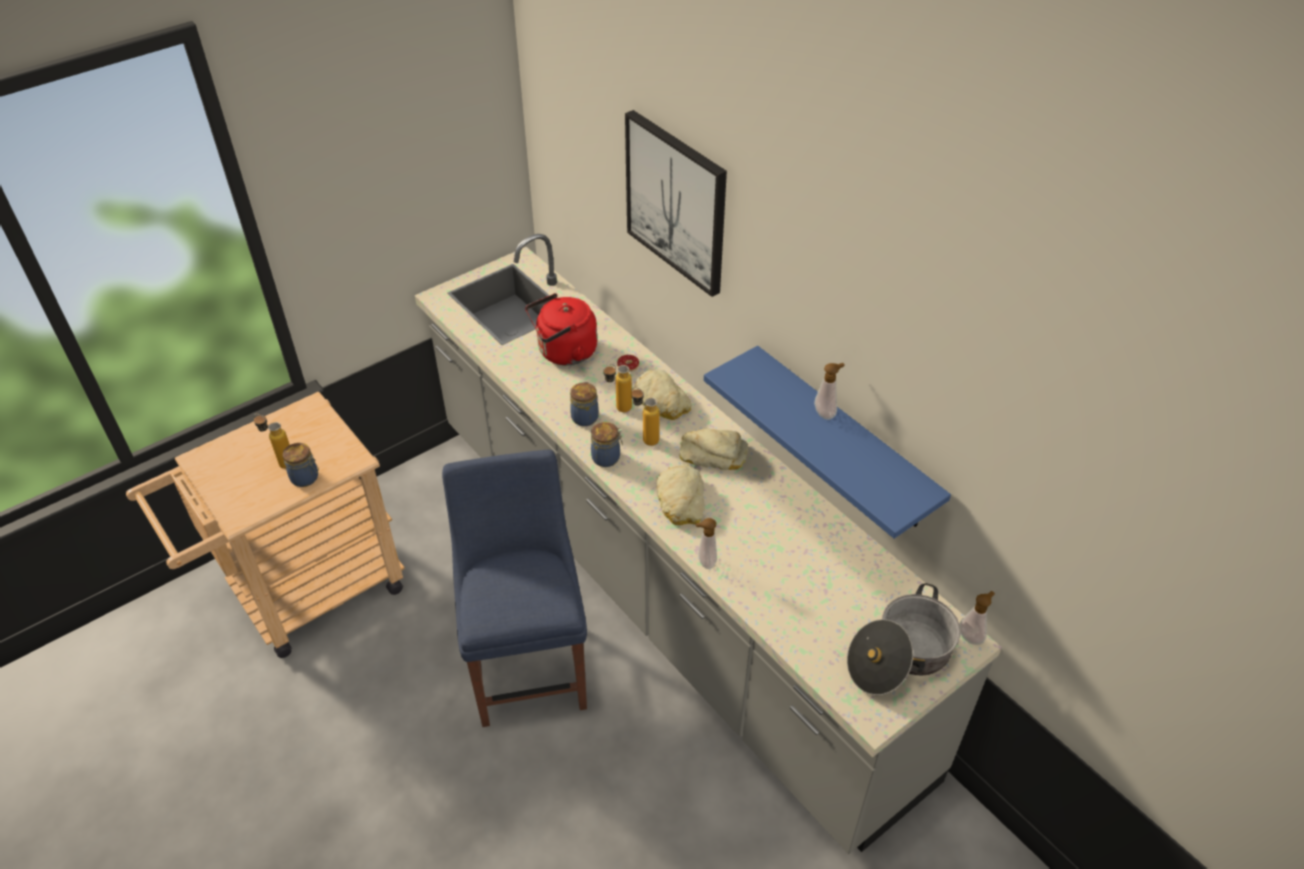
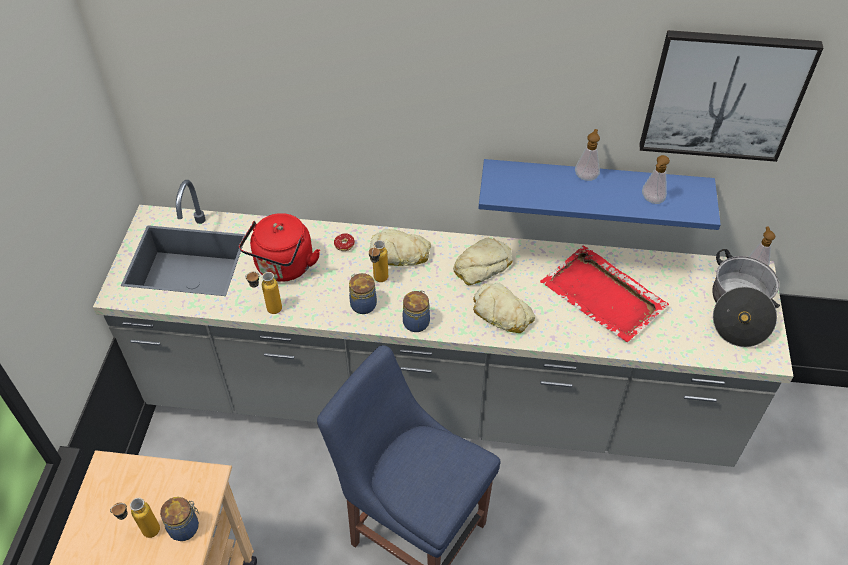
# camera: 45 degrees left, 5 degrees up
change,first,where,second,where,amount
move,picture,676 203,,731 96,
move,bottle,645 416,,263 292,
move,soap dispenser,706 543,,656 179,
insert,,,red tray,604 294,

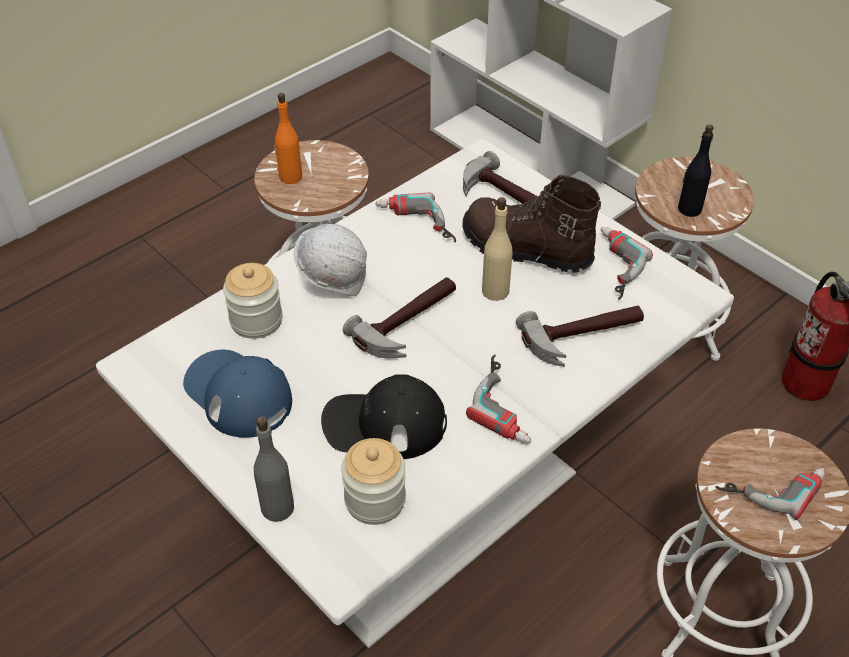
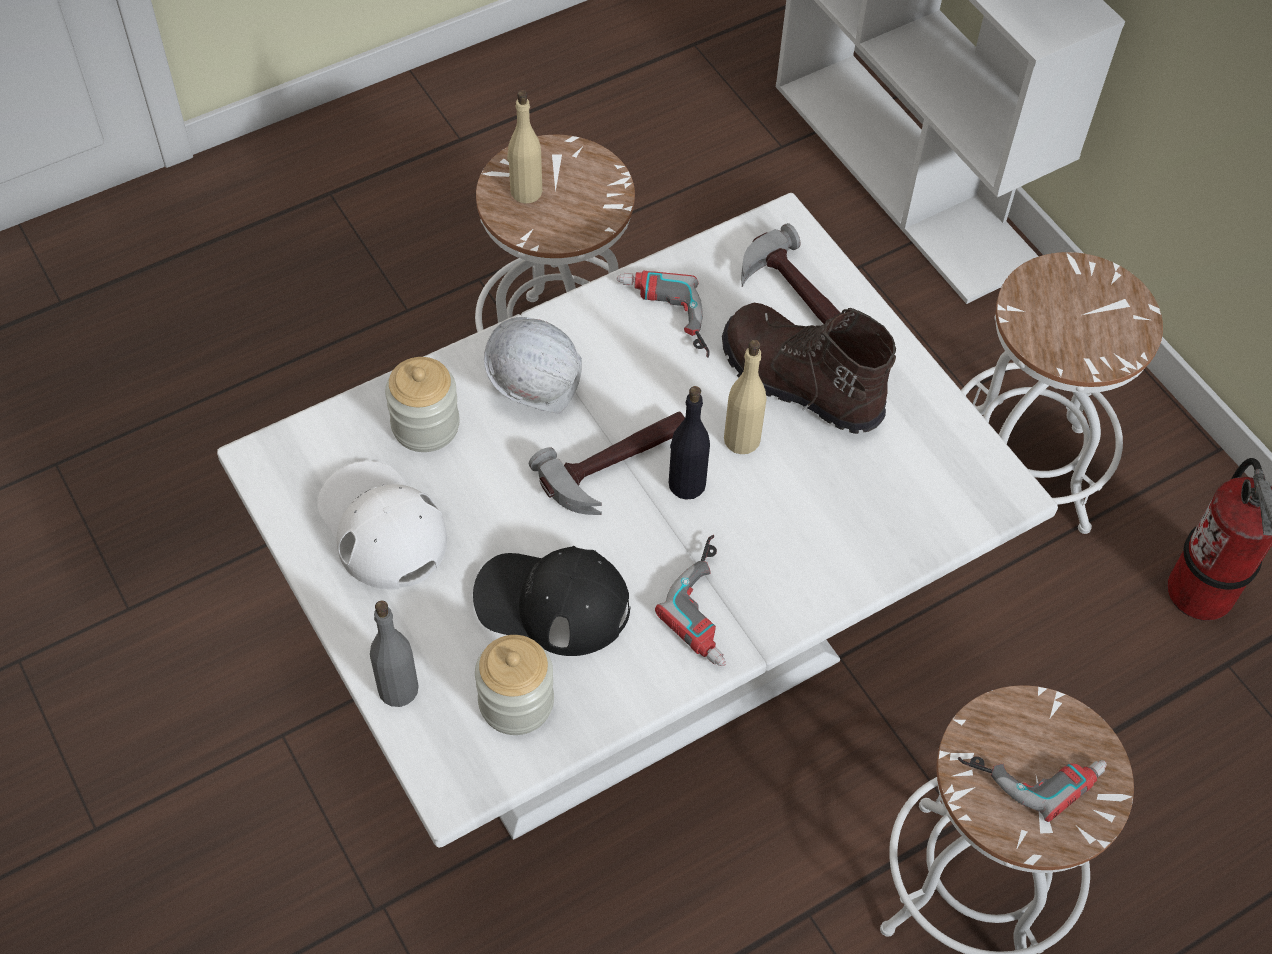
# camera: 10 degrees right, 10 degrees up
change,first,where,second,where,amount
recolor,blue cap,237 394,white cap,382 525,
recolor,orange bottle,288 138,beige bottle,524 147,
delete,hammer,580 336,,,
delete,power drill,627 263,,,
move,black bottle,696 170,,689 443,

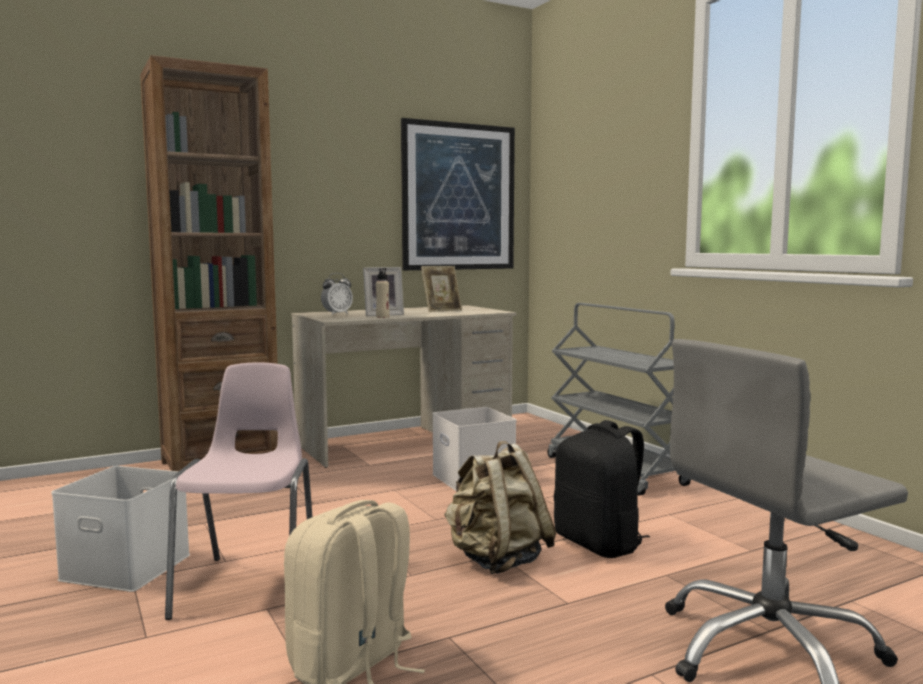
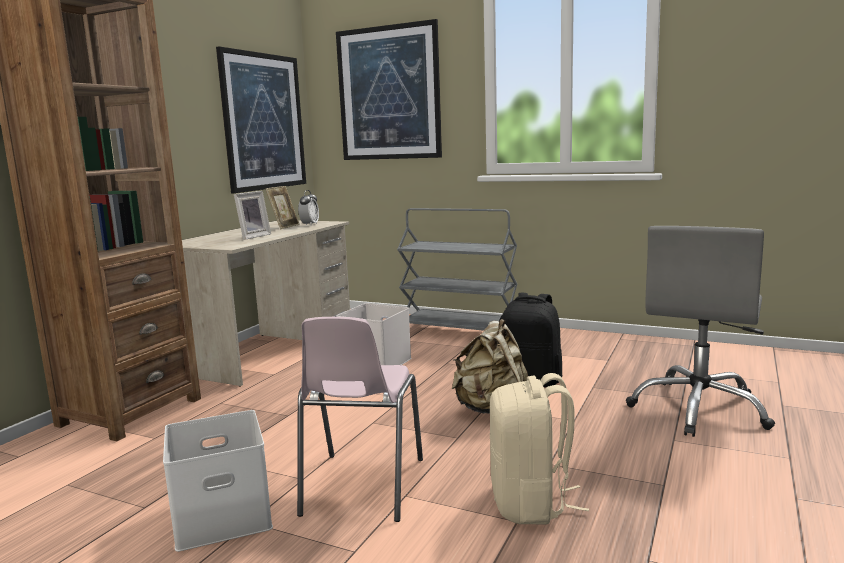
# camera: 35 degrees left, 5 degrees up
change,first,where,second,where,amount
rotate,pink chair,238 491,,360 419,135 degrees counterclockwise
move,alarm clock,337 294,,308 207,
delete,beige bottle,383 293,,,
insert,,,picture,389 89,

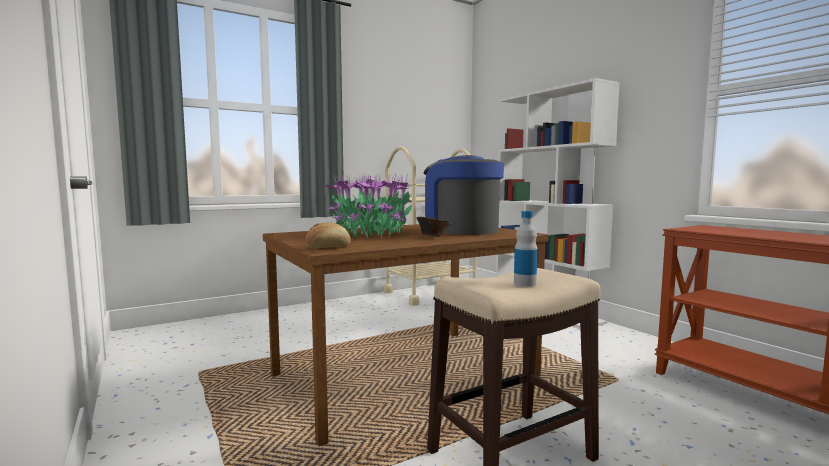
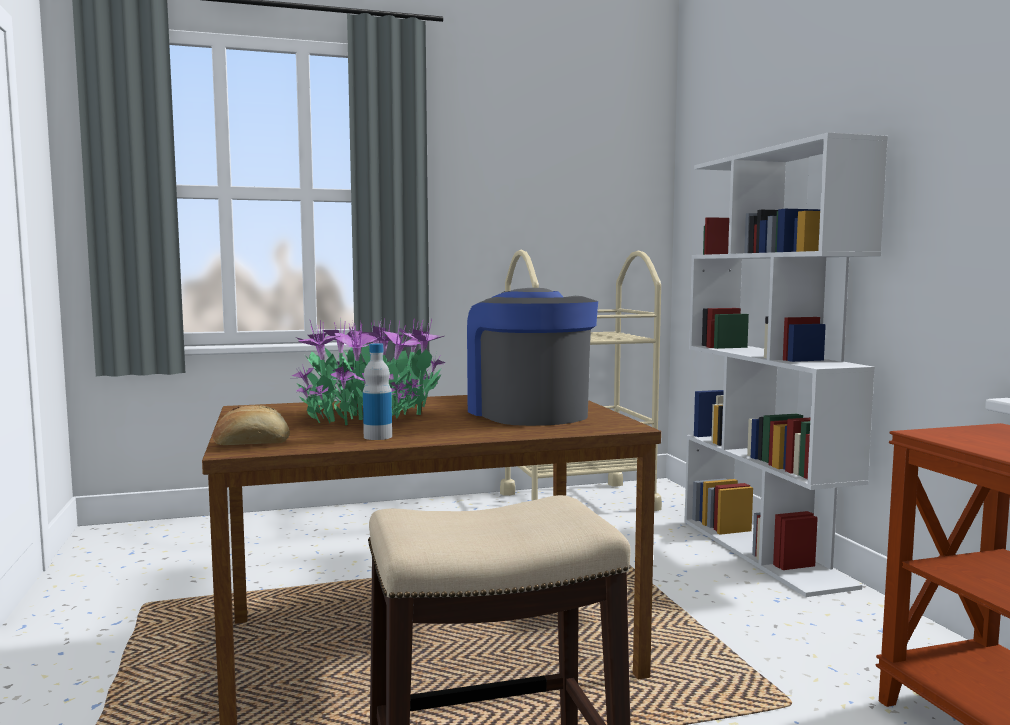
# camera: 15 degrees right, 0 degrees up
change,first,where,second,where,amount
delete,brown bowl,434 227,,,
move,bottle,526 249,,377 391,

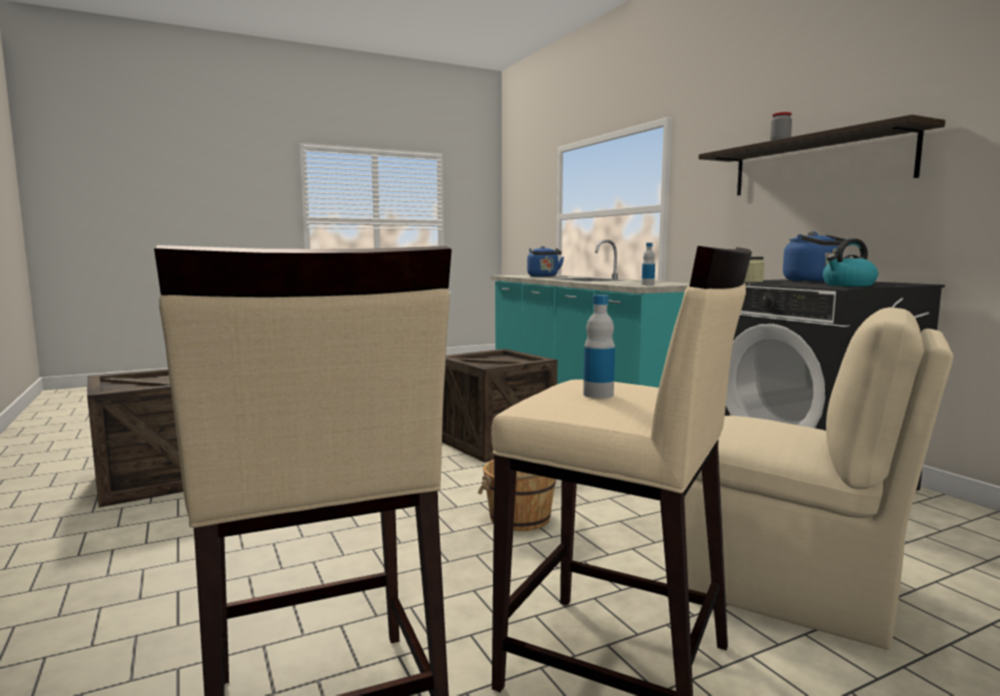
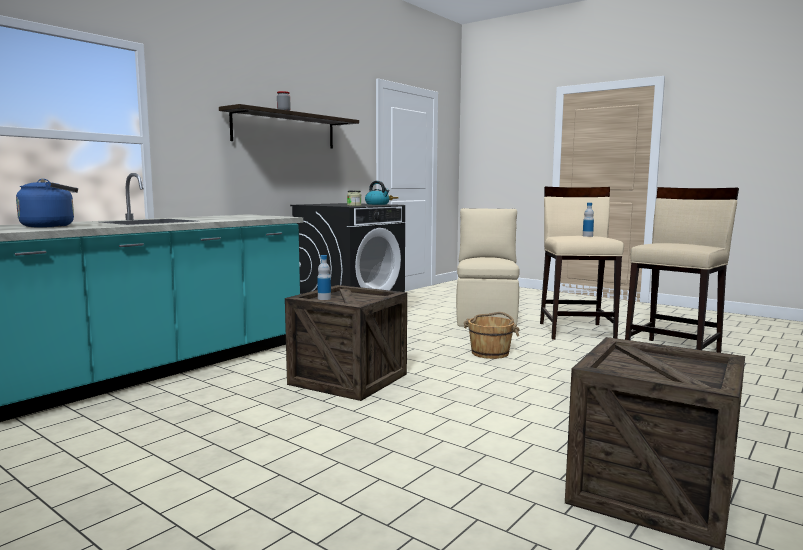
# camera: 115 degrees left, 0 degrees up
change,first,where,second,where,amount
move,bottle,648 264,,324 277,
delete,blue kettle,816 256,,,

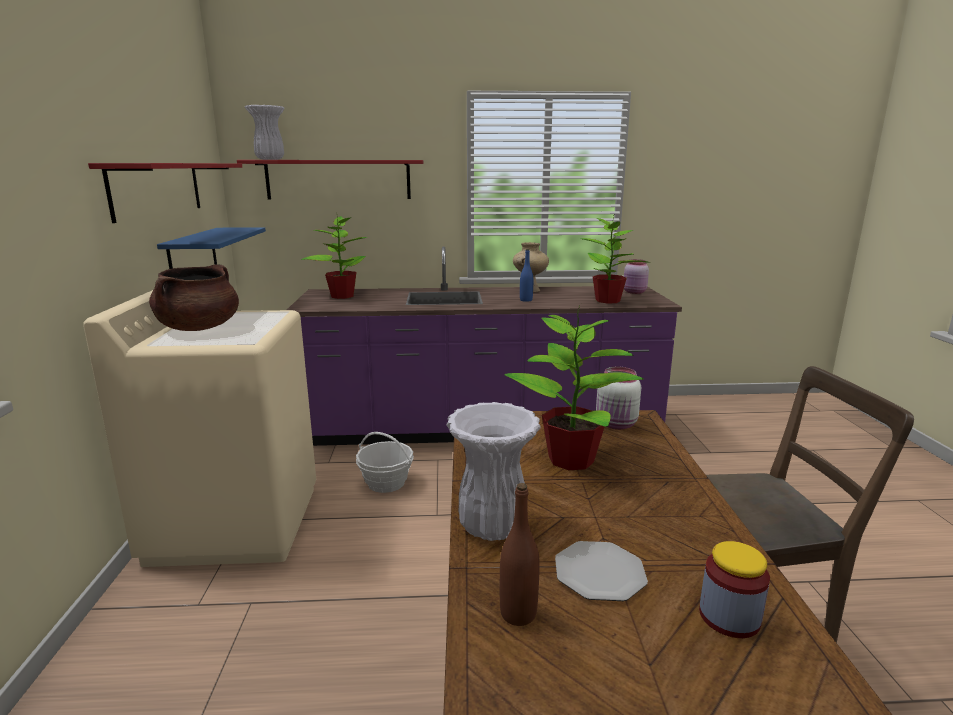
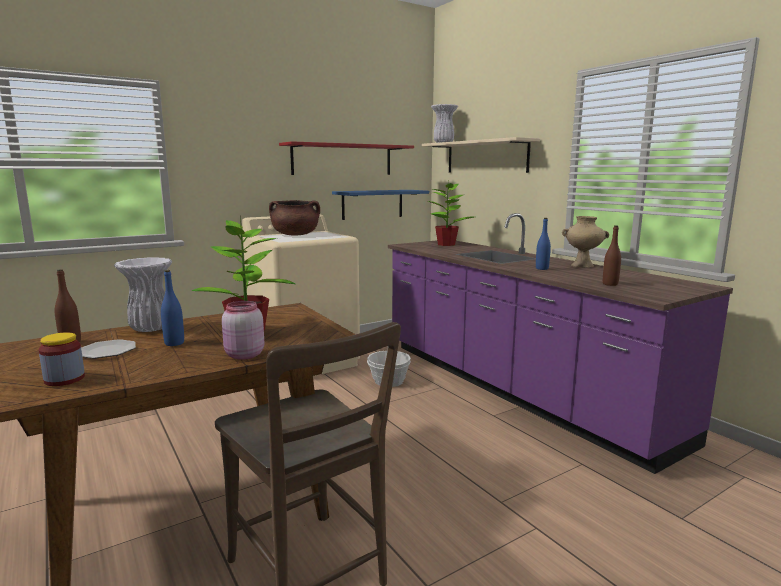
# camera: 60 degrees right, 5 degrees down
change,first,where,second,where,amount
recolor,red shelf,330 179,beige shelf,481 155,
replace,potted plant,616 260,brown bottle,612 255,
delete,white jar,618 398,,,
move,pink jar,636 276,,243 330,
insert,,,blue bottle,172 308,

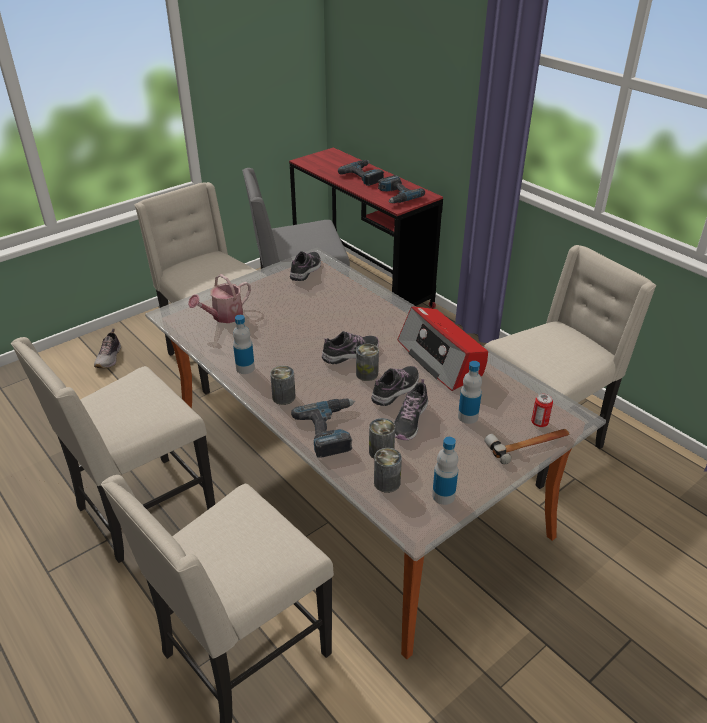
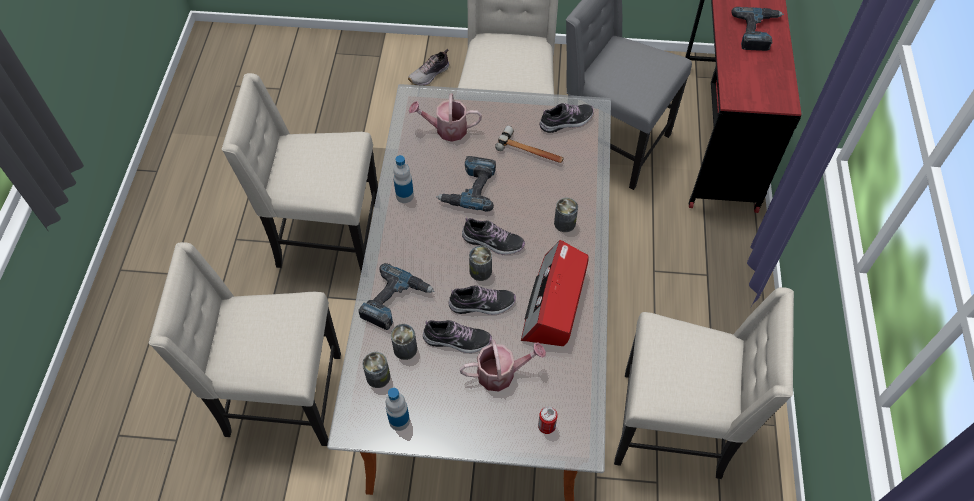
# camera: 45 degrees right, 20 degrees up
change,first,where,second,where,amount
move,can,283 385,,566 215,
move,power drill,401 189,,466 184,
rotate,shoe,411 409,,457 336,150 degrees counterclockwise
replace,bottle,470 392,watering can,502 365,
move,hammer,527 446,,529 144,

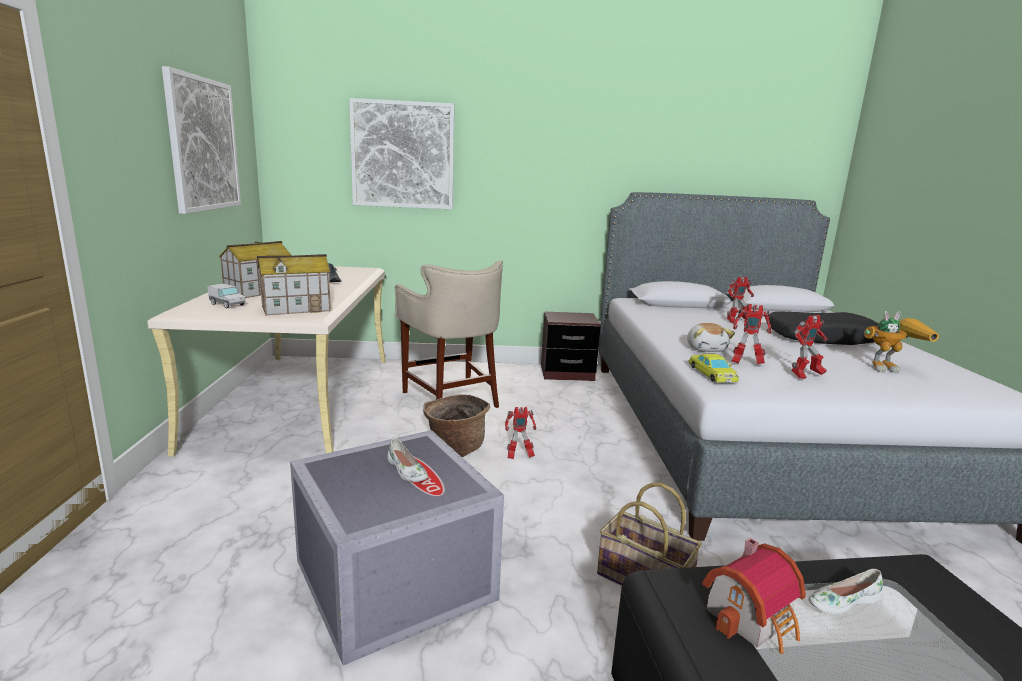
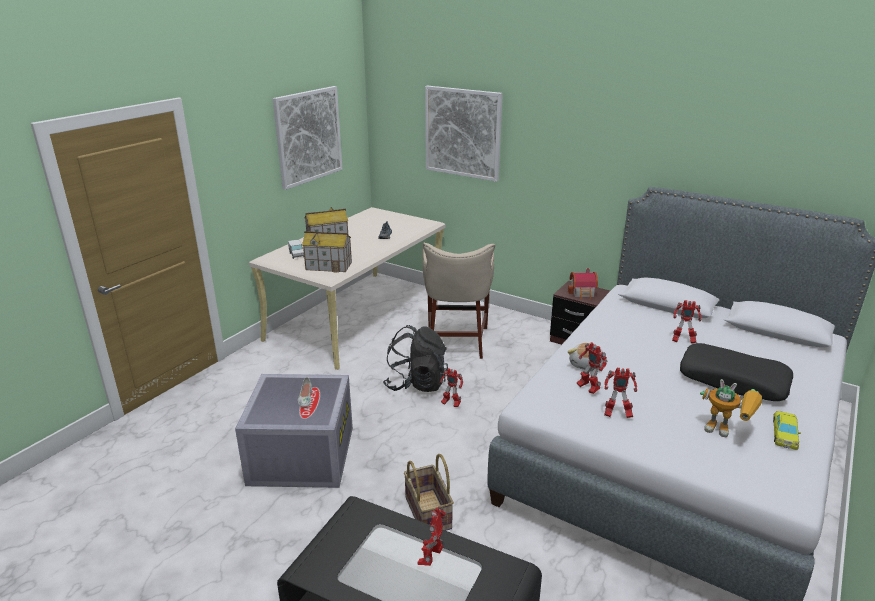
# camera: 35 degrees right, 10 degrees up
change,first,where,second,where,amount
replace,basket,456 425,black backpack,415 358,
move,yellow toy car,714 368,,787 430,
move,toy house,754 596,,583 284,
replace,white shoe,845 591,toy robot,431 536,

